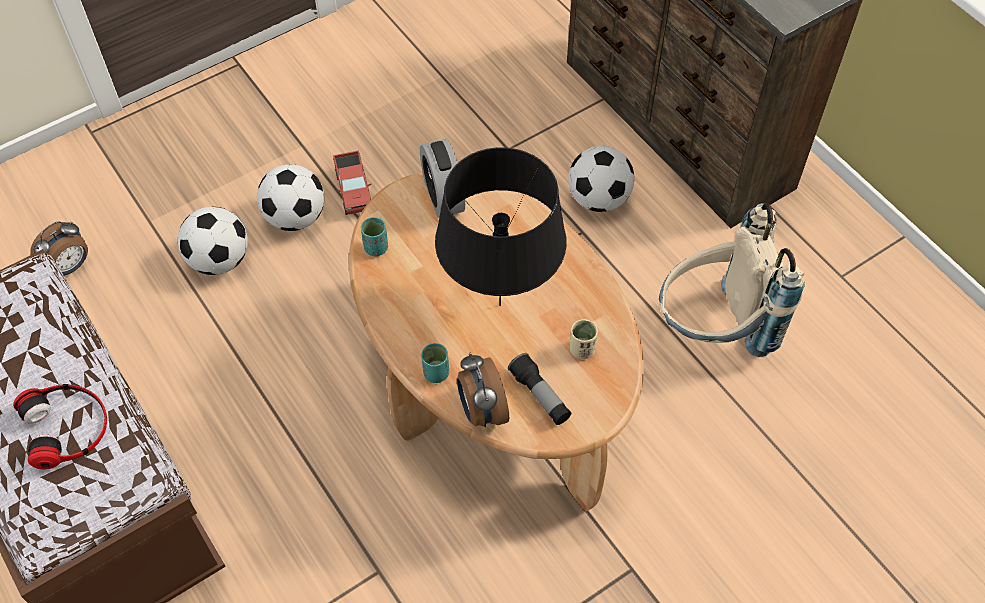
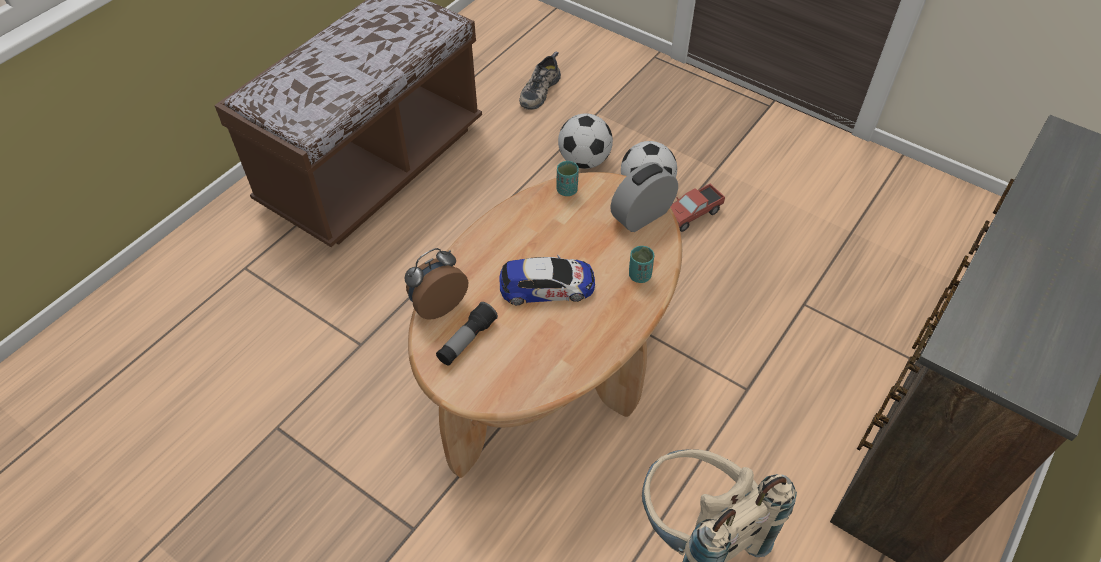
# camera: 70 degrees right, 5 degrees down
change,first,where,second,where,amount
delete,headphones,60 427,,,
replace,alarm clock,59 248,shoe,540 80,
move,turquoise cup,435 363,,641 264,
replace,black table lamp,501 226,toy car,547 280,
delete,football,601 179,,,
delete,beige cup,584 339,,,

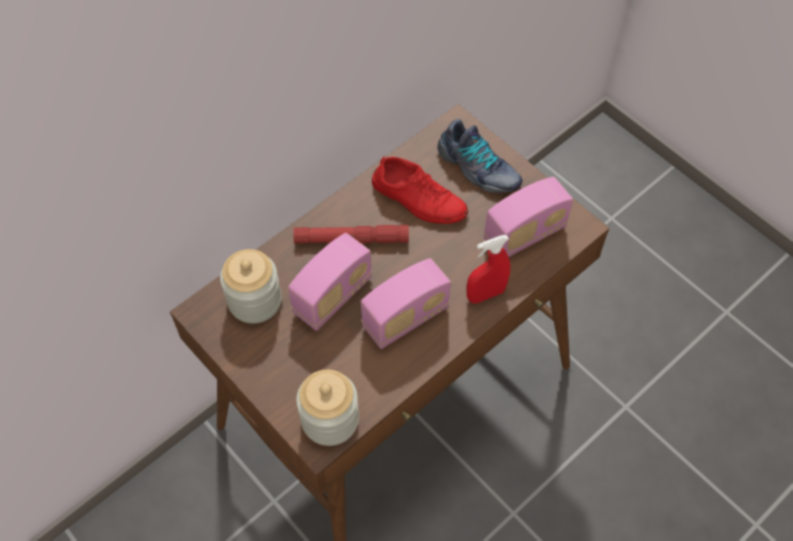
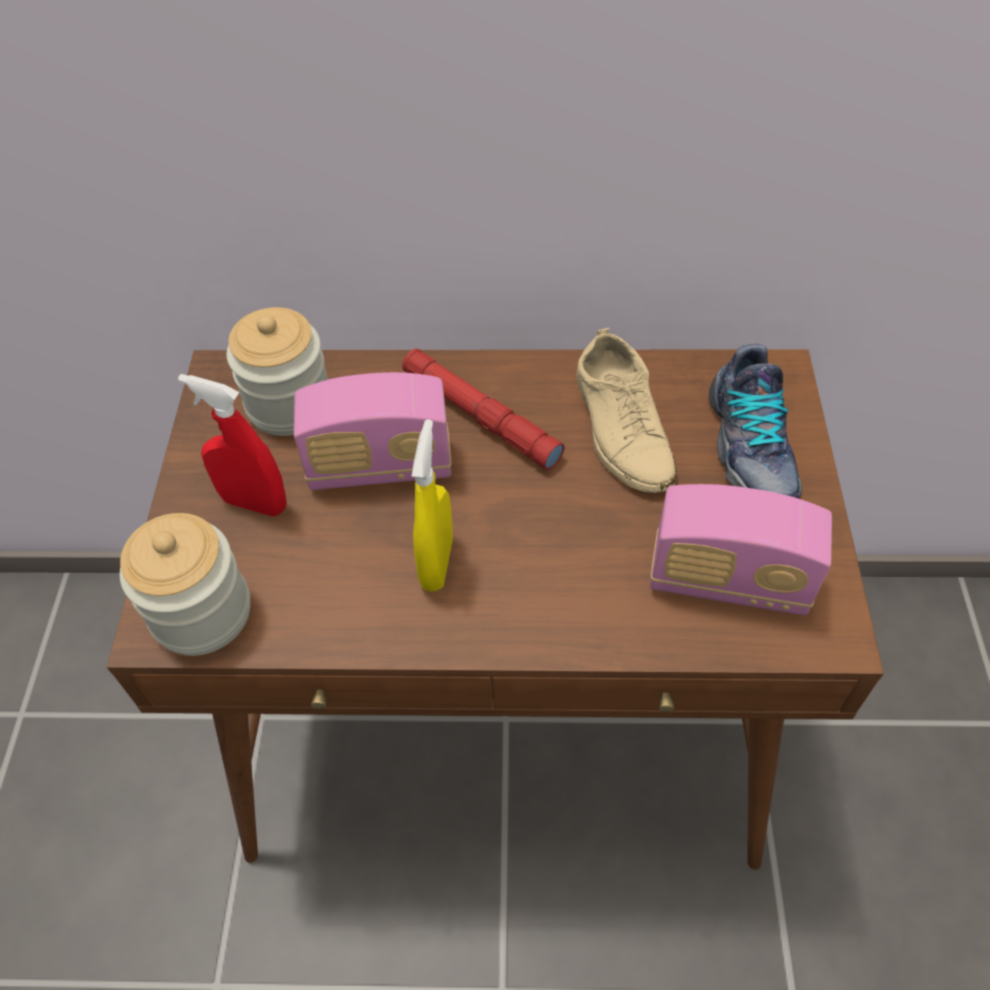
# camera: 45 degrees right, 5 degrees down
change,first,where,second,where,amount
replace,radio,406 303,yellow spray bottle,432 505,
recolor,red shoe,420 189,beige shoe,626 410,
move,red spray bottle,488 269,,232 445,

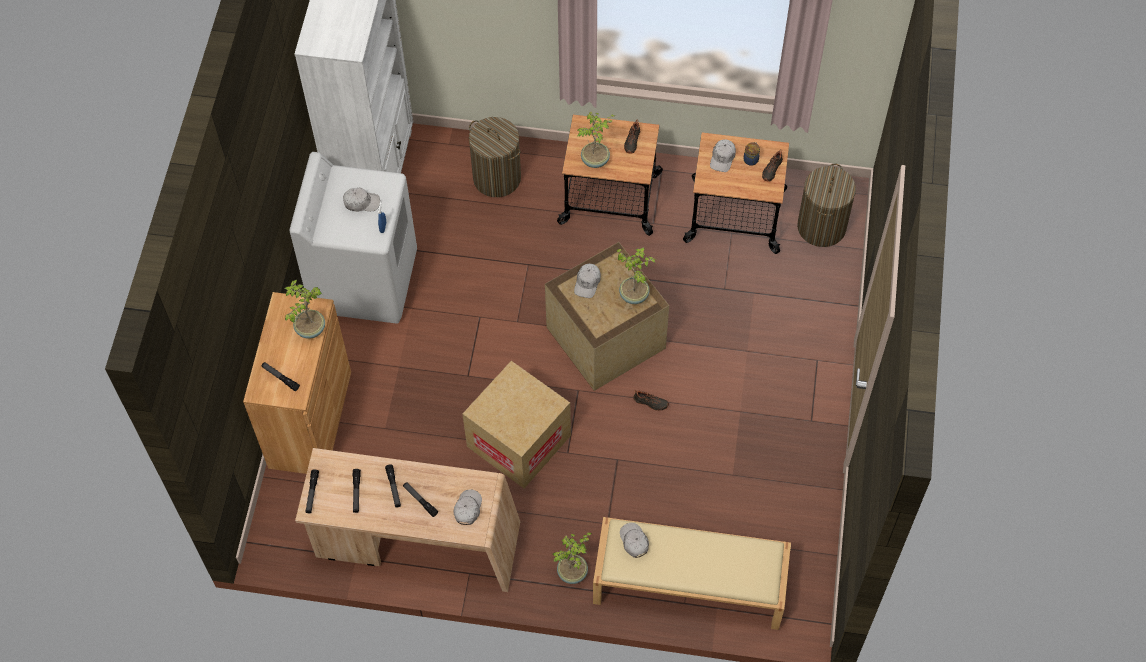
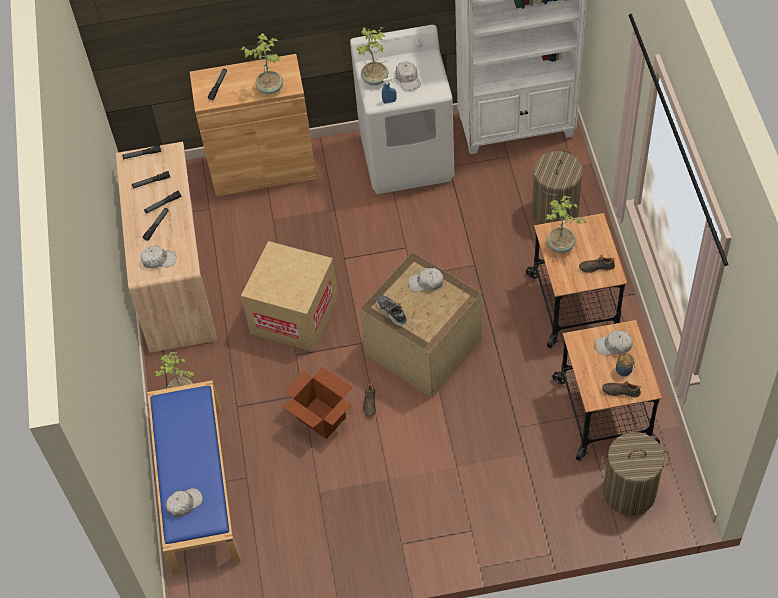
# camera: 75 degrees right, 5 degrees down
change,first,where,second,where,amount
recolor,beige bench,692 573,blue bench,194 477,
move,potted plant,636 275,,372 56,
move,white cap,634 540,,184 502,
insert,,,cardboard box,317 402,
insert,,,shoe,392 310,

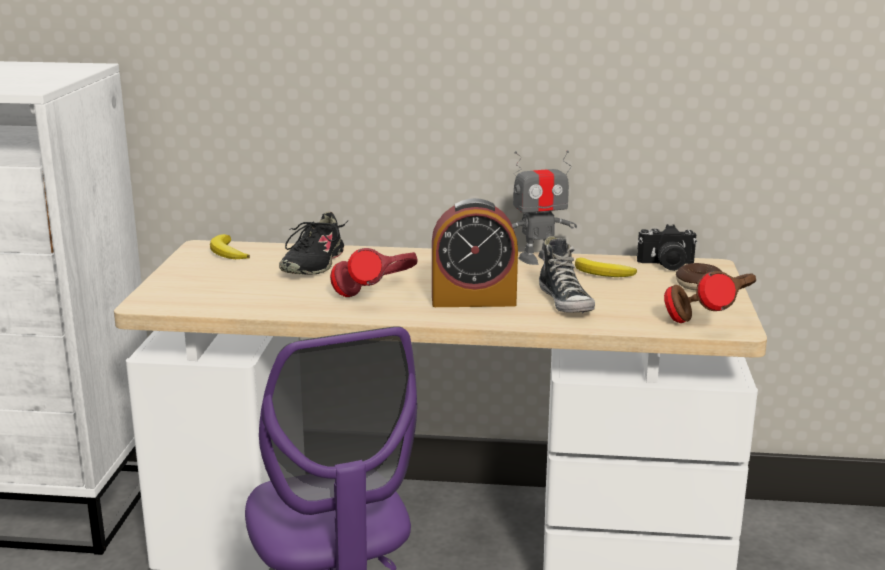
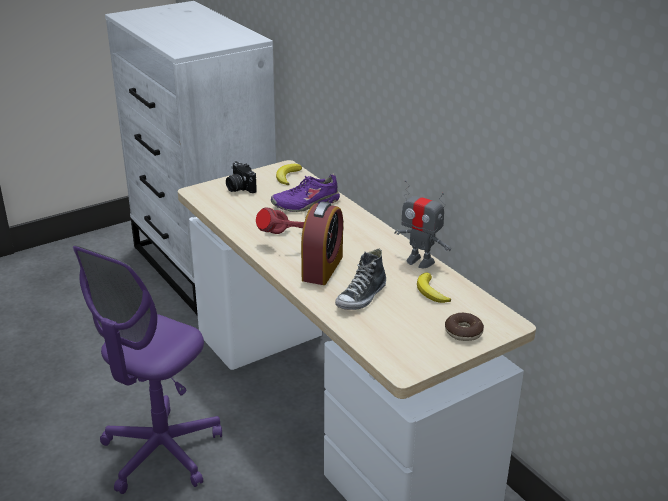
# camera: 50 degrees right, 10 degrees up
change,first,where,second,where,amount
recolor,black shoe,313 243,purple shoe,305 193,
rotate,alarm clock,475 252,,322 243,120 degrees counterclockwise
move,photo camera,667 247,,241 177,
delete,brown headphones,710 297,,,

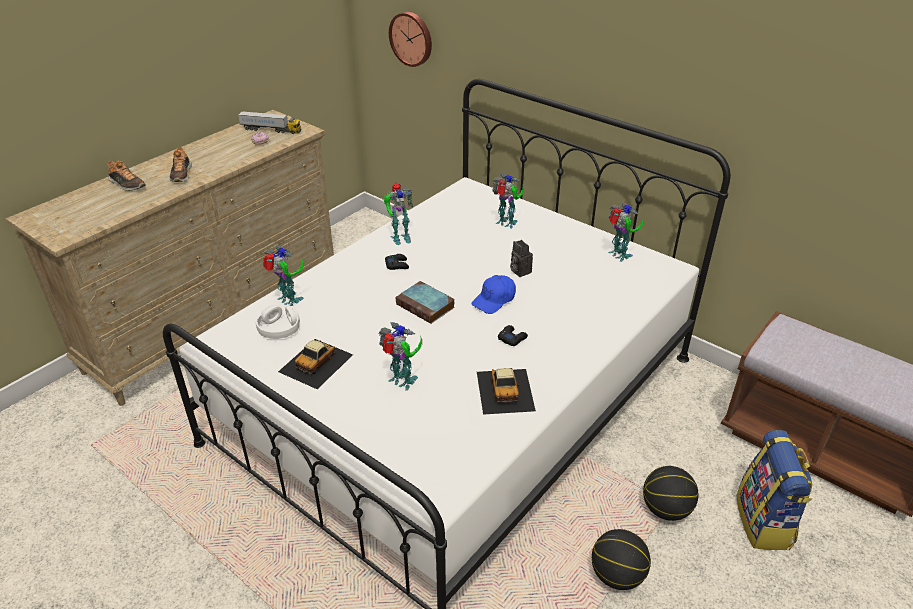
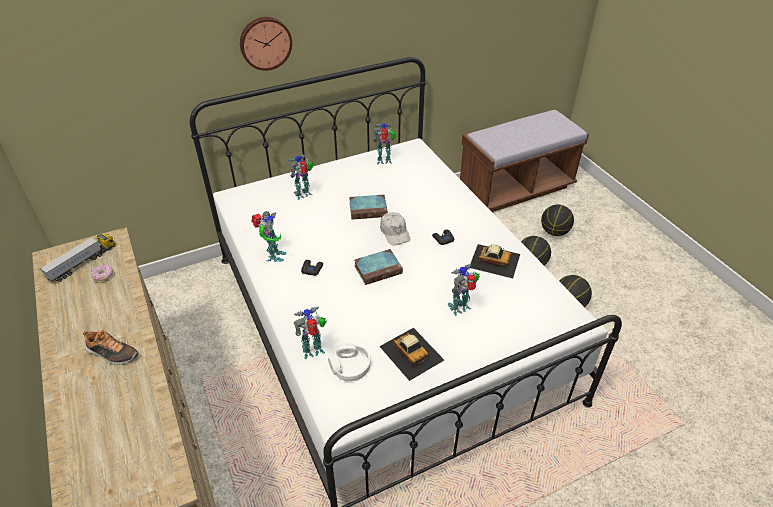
# camera: 65 degrees left, 5 degrees up
change,first,where,second,where,amount
delete,shoe,126 176,,,
move,wall clock,410 39,,266 44,
recolor,blue cap,493 294,white cap,395 228,
replace,photo camera,521 258,book,368 207,
replace,backpack,774 490,basketball,557 220,

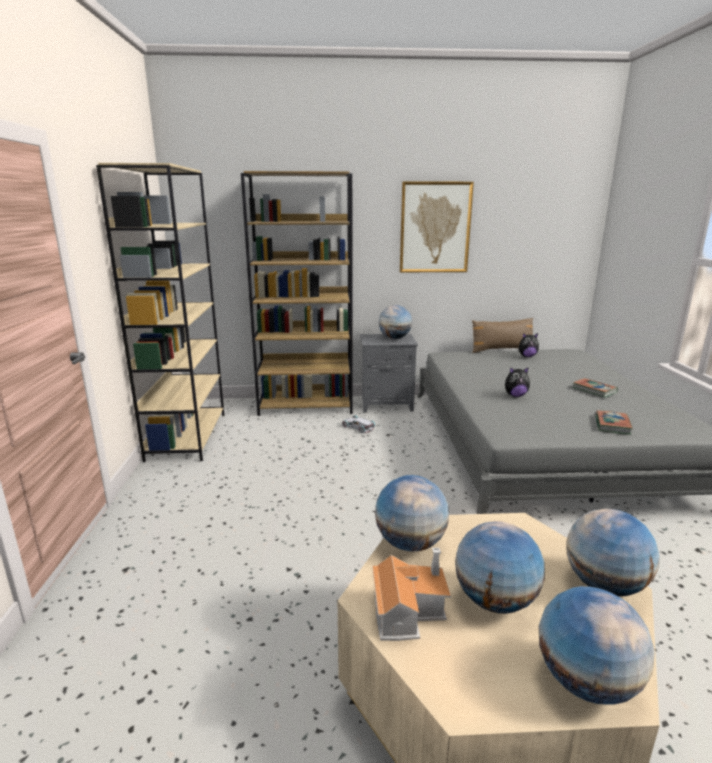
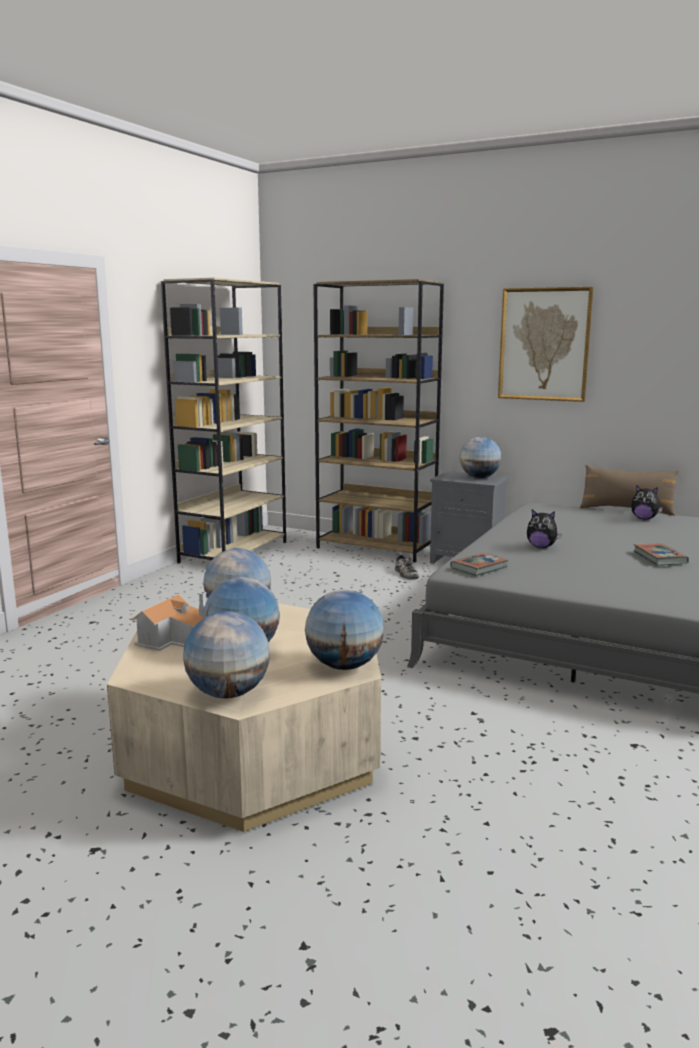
# camera: 30 degrees right, 5 degrees down
change,first,where,second,where,amount
replace,white toy car,358 424,shoe,407 566,
move,book,614 422,,479 564,

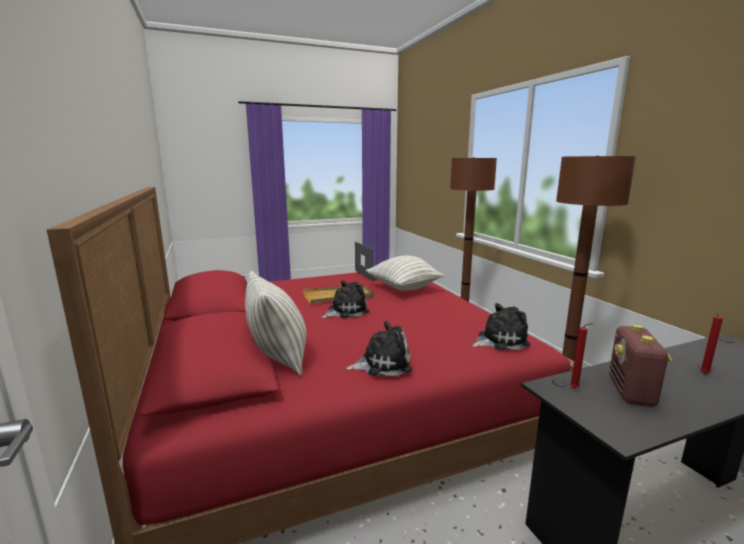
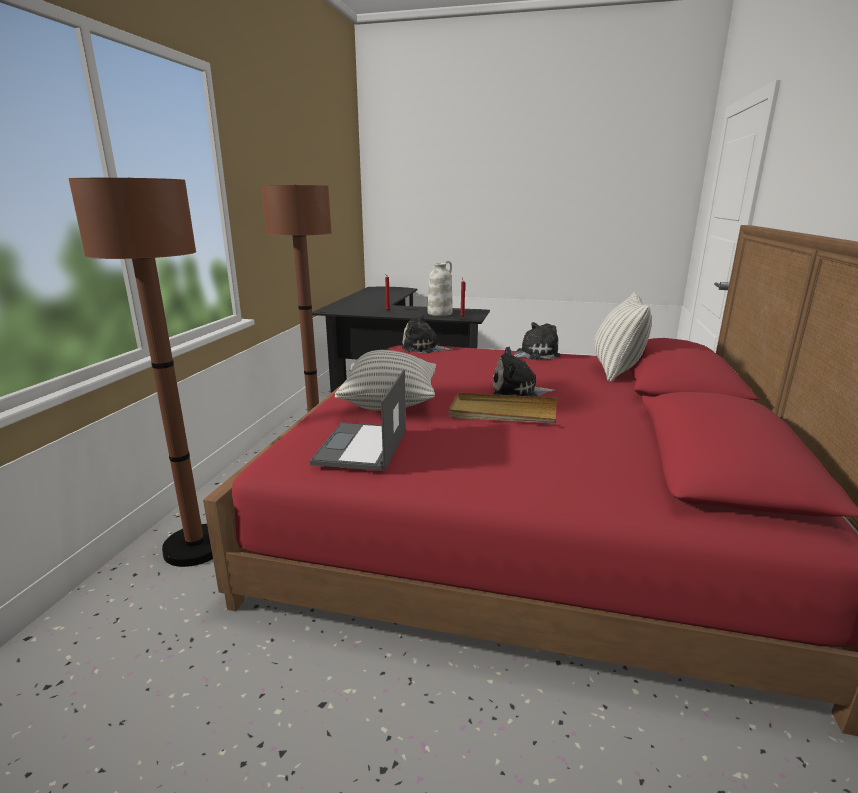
# camera: 145 degrees left, 5 degrees up
change,first,where,second,where,amount
rotate,plush toy,379 348,,537 341,135 degrees clockwise
replace,radio,641 365,white vase,440 288,

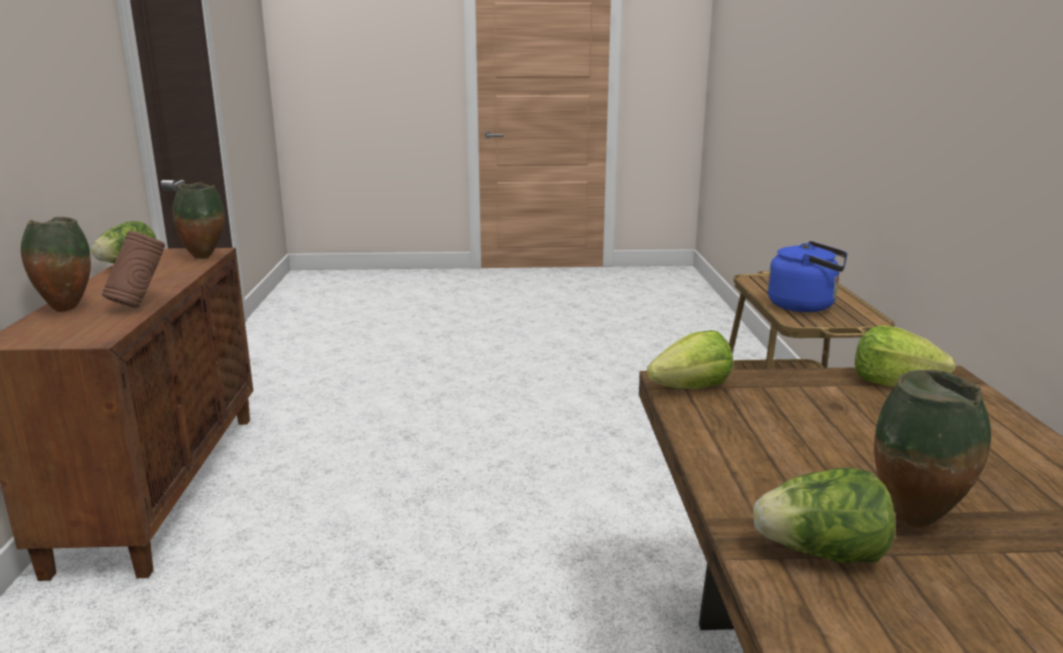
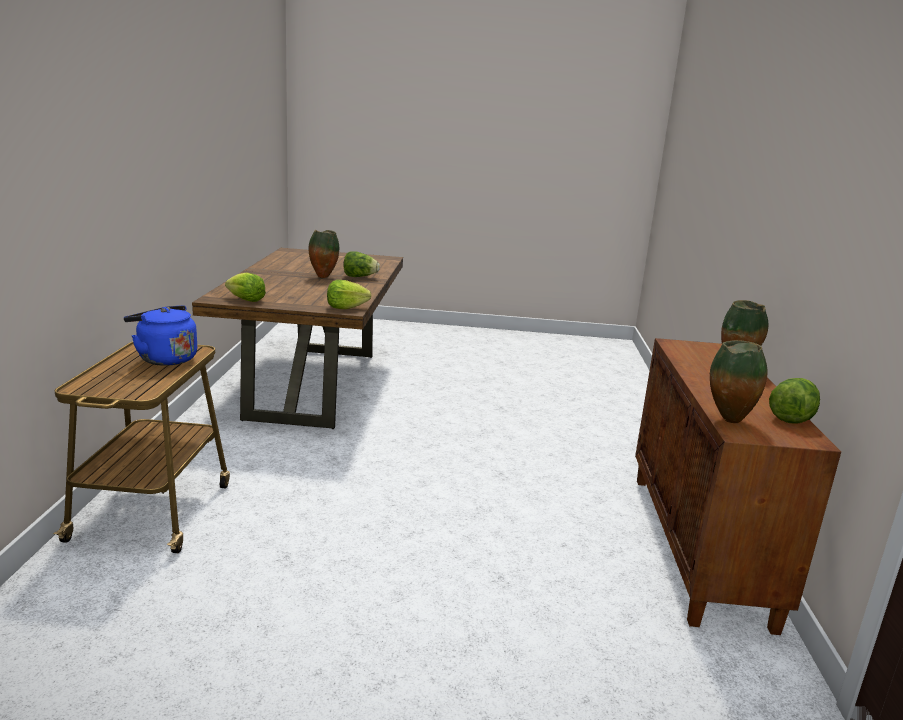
# camera: 175 degrees left, 0 degrees up
change,first,where,second,where,amount
delete,brown vase,133 269,,,

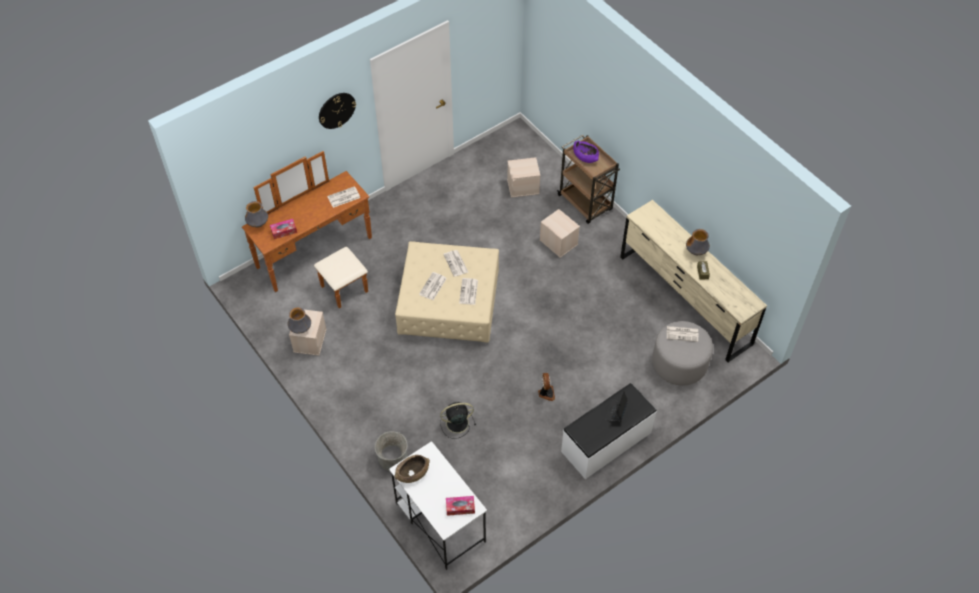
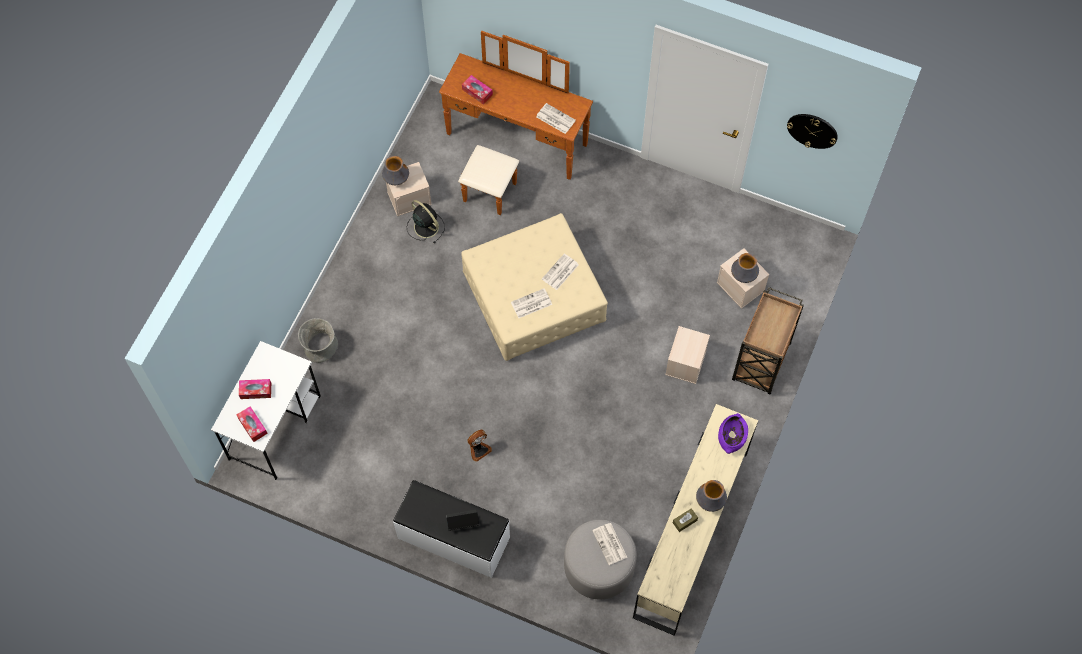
# camera: 60 degrees right, 10 degrees up
change,first,where,second,where,amount
move,vase,256 214,,745 268,
move,wall clock,337 111,,812 131,
delete,brown bowl,412 469,,,
delete,newspaper,433 286,,,
move,black fan,458 420,,426 221,
move,purple bowl,586 152,,733 433,
insert,,,tissue box,255 389,

